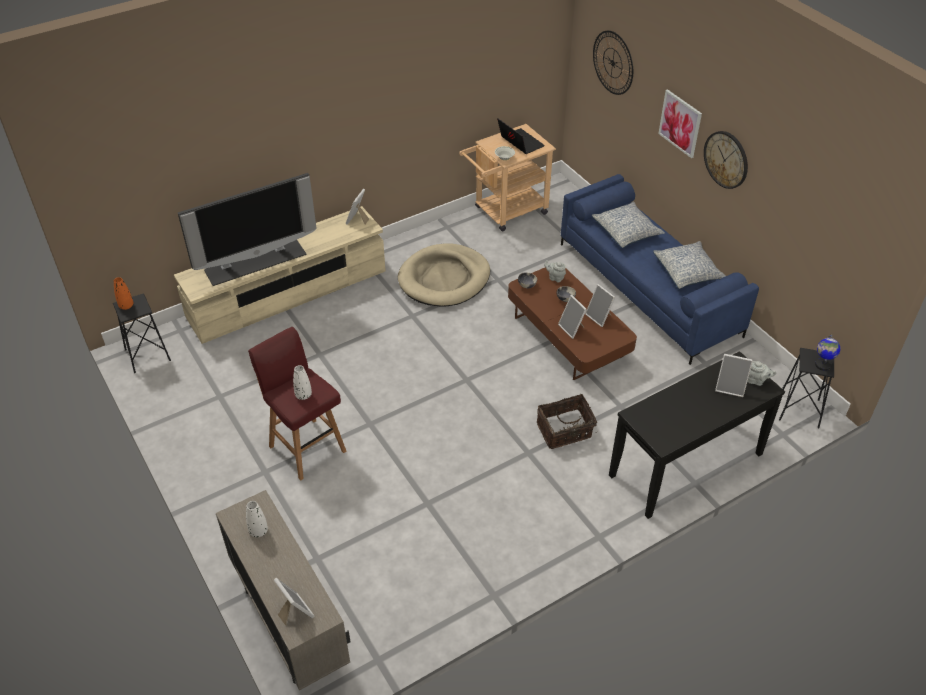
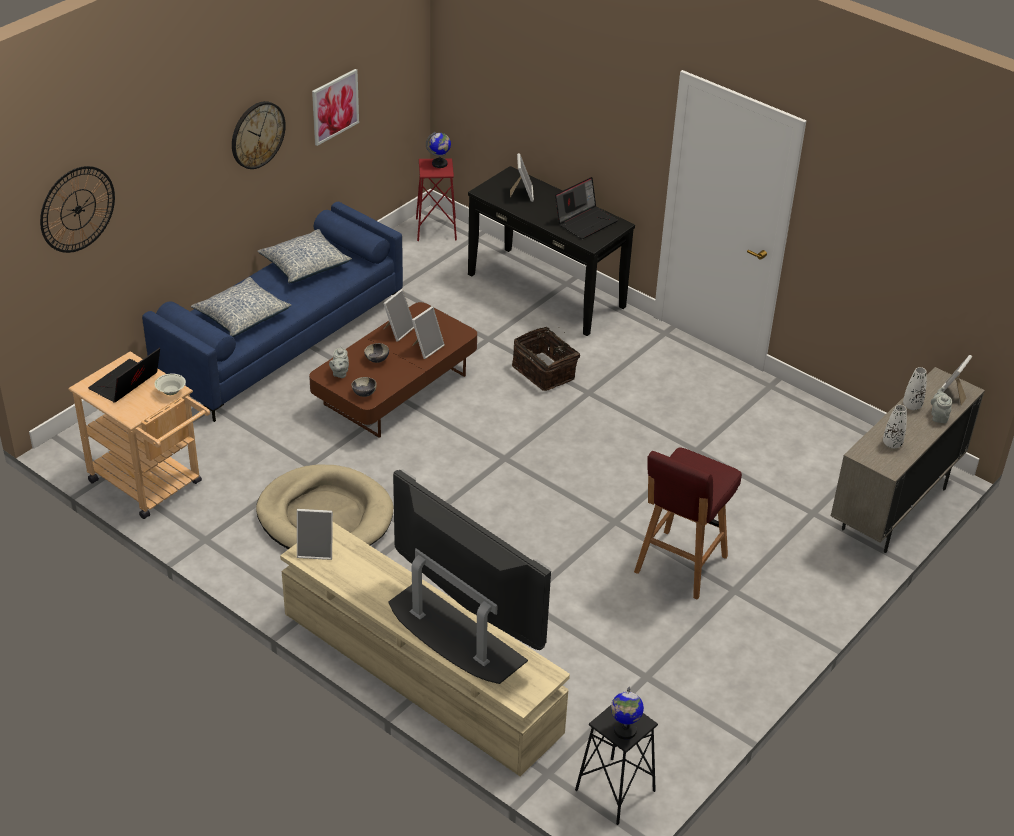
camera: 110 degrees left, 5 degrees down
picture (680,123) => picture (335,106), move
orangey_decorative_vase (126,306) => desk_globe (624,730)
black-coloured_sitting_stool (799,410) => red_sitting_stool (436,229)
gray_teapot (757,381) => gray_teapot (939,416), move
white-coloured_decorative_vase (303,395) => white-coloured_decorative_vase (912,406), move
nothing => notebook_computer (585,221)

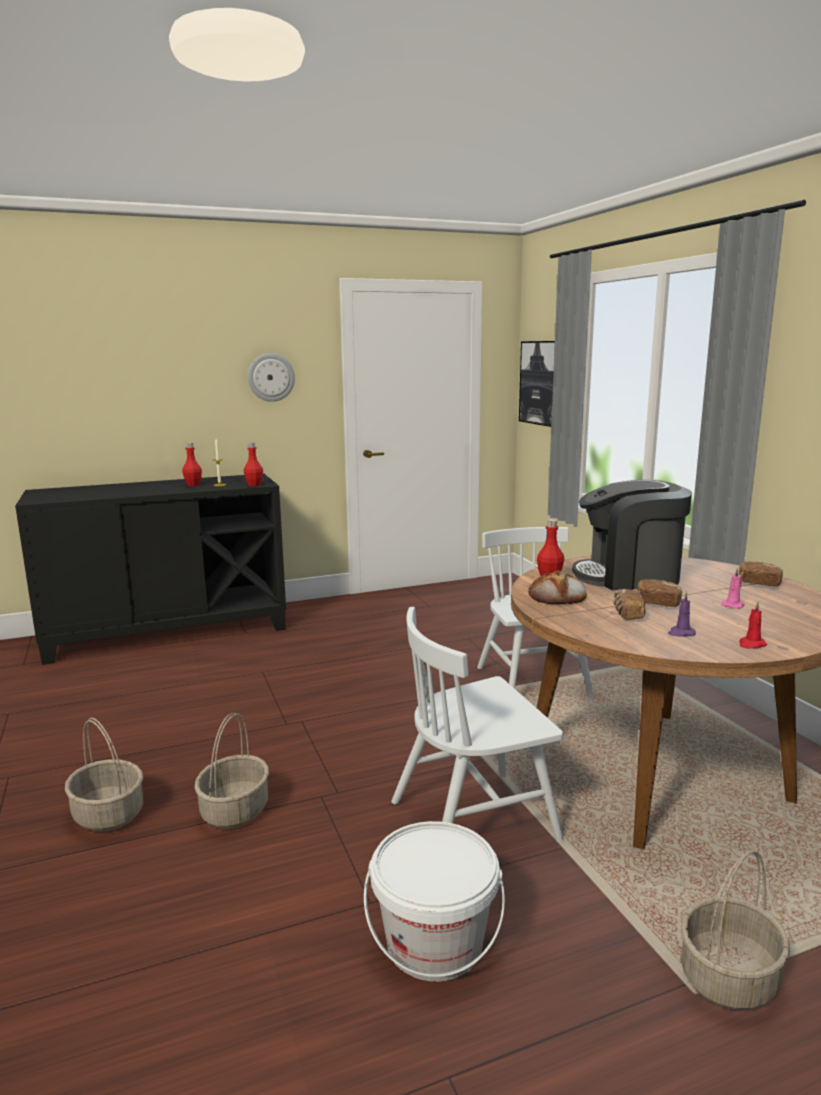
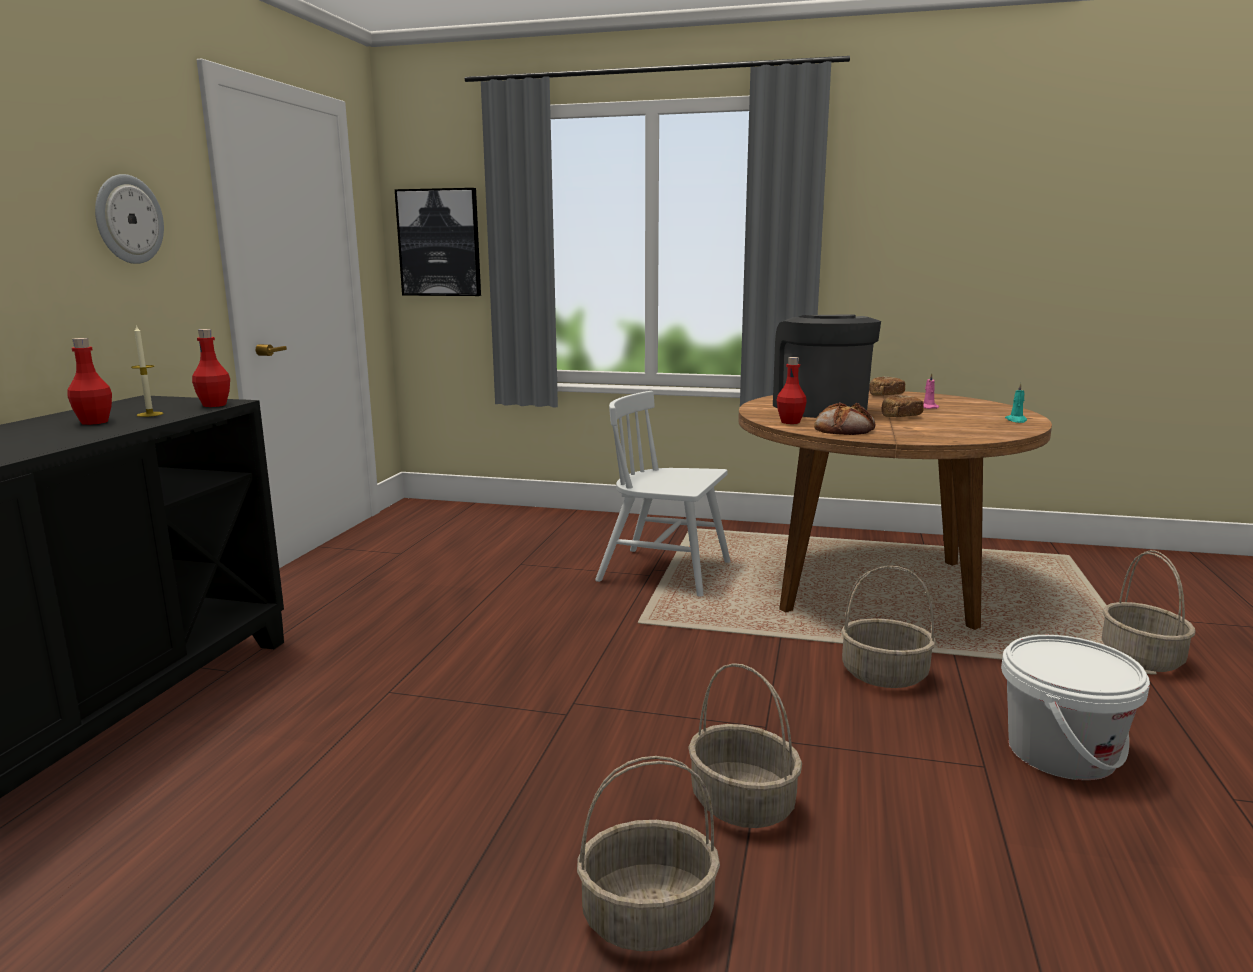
camera: 55 degrees left, 0 degrees up
coffee_brewer (629,576) => coffee_brewer (820,409), 135 degrees clockwise
bakery_bread (627,614) => nothing
purplish_wax_light (681,633) => nothing
red_wax_light (751,644) => turquoise-coloured_wax_light (1016,420)
white-coloured_chair (474,820) => storage_basket (883,675)

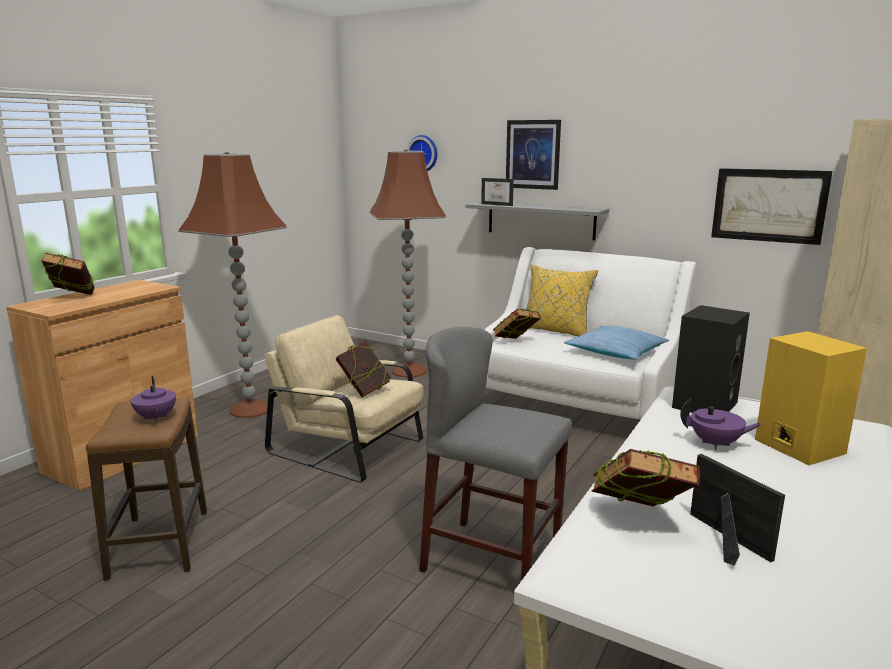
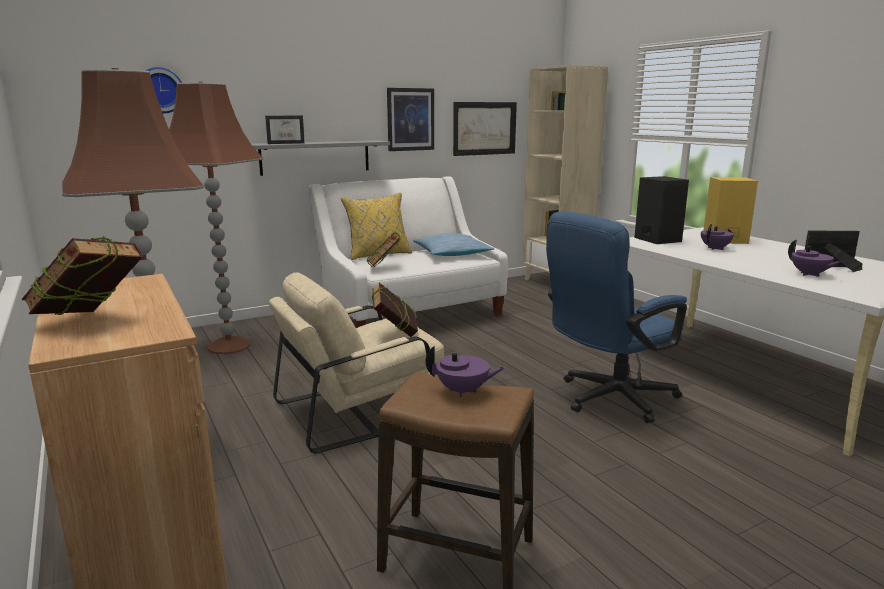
camera: 60 degrees left, 0 degrees up
picture (533,154) => picture (410,119), move
gray_sitting_stool (491,561) => blue_office_chair (608,399)
volume (638,520) => purplish_teapot (809,274)

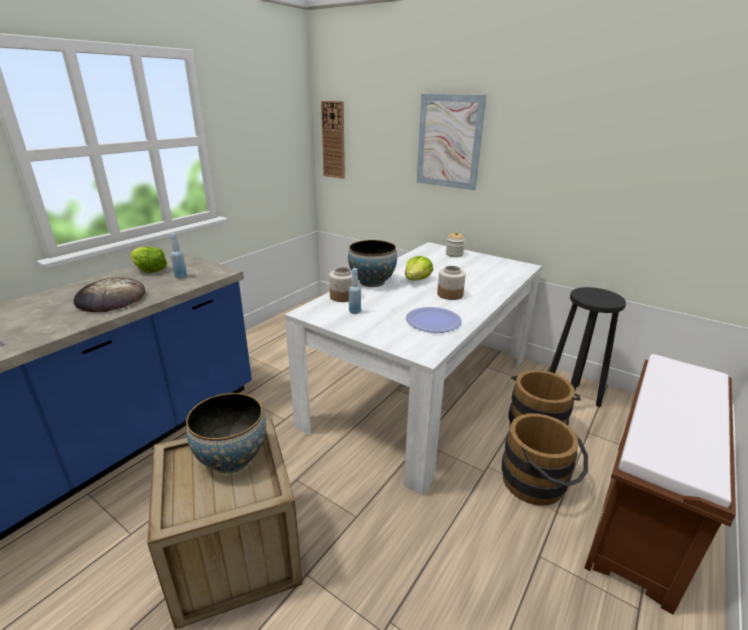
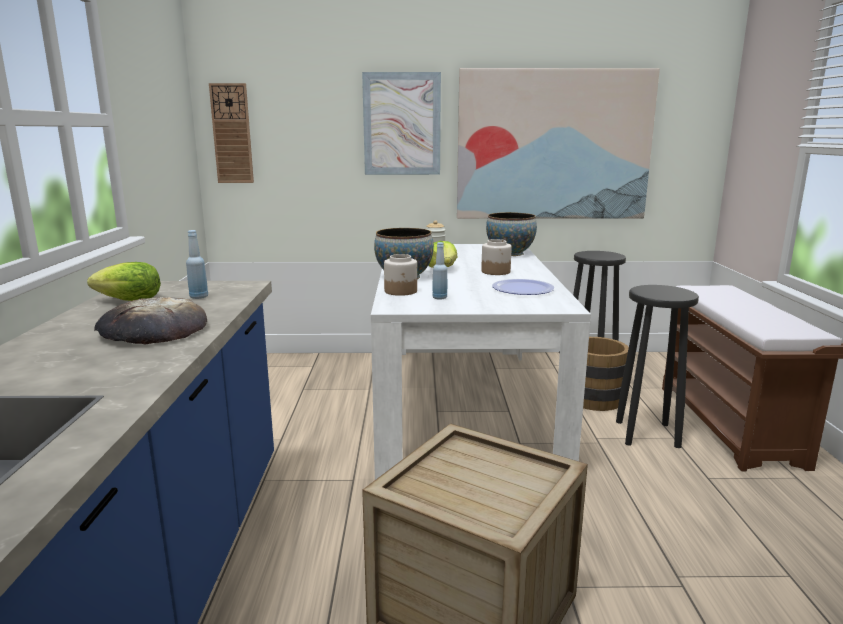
camera: 35 degrees left, 10 degrees down
serving_bowl (232,459) => serving_bowl (510,253), move
brown-coloured_pail (538,485) => black-coloured_sitting_stool (647,434)
nothing => picture (553,145)

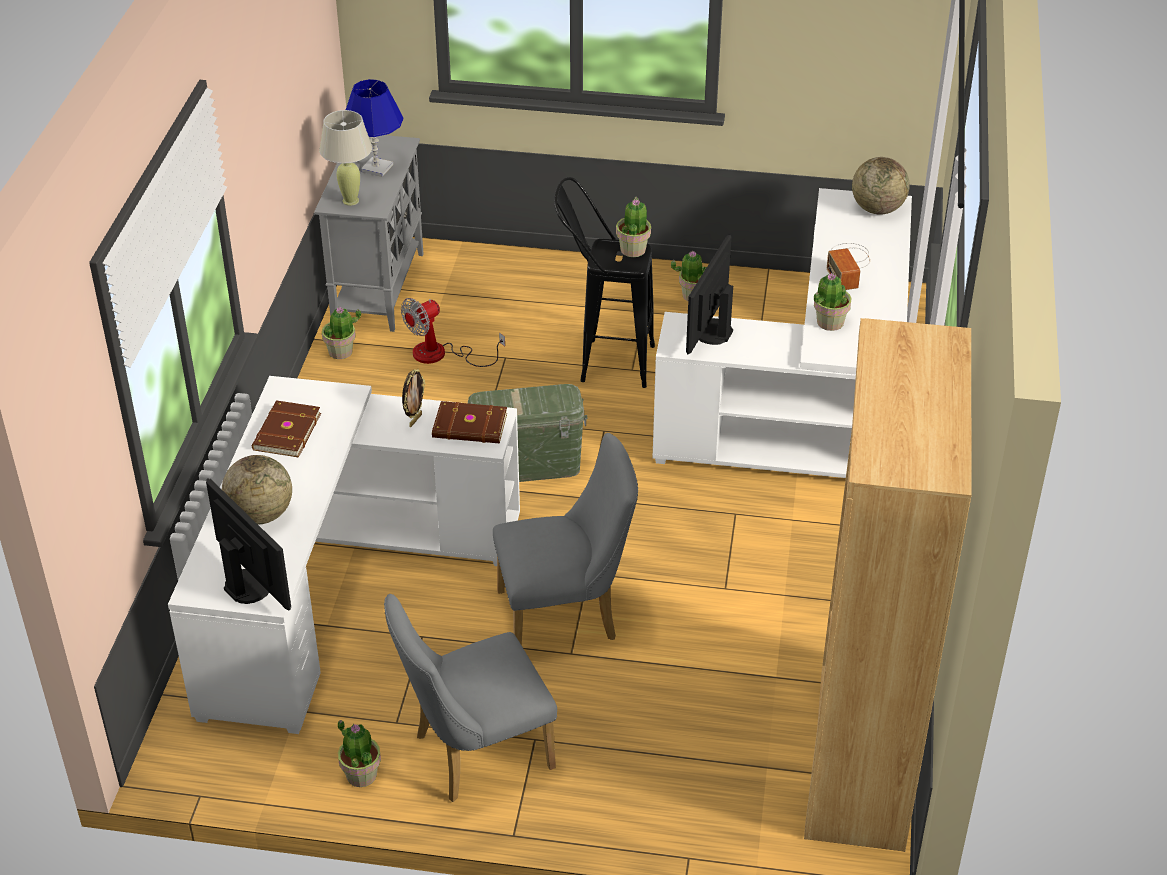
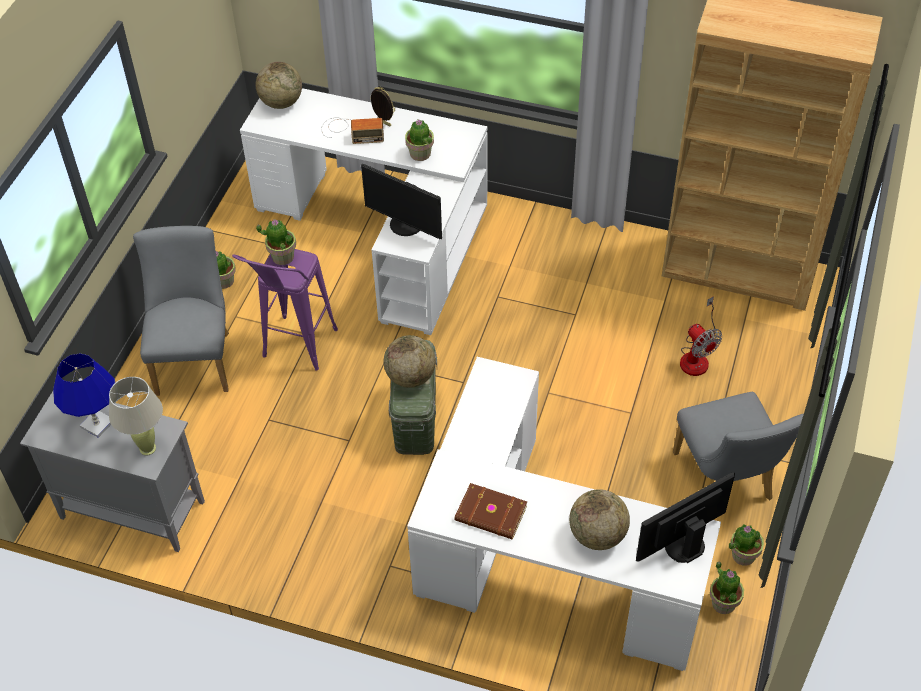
camera: 80 degrees left, 10 degrees up
black-coloured_sitting_stool (603,362) => purplish_sitting_stool (295,352)
fan (441,355) => fan (696,356), move
houseplant (341,351) => houseplant (723,603), move
picture_frame (415,420) => picture_frame (383,123), move
brown-coloured_volume (470,427) => nothing
gray_chair (566,615) => gray_chair (195,358), move
nothing => desk_globe (410,377)

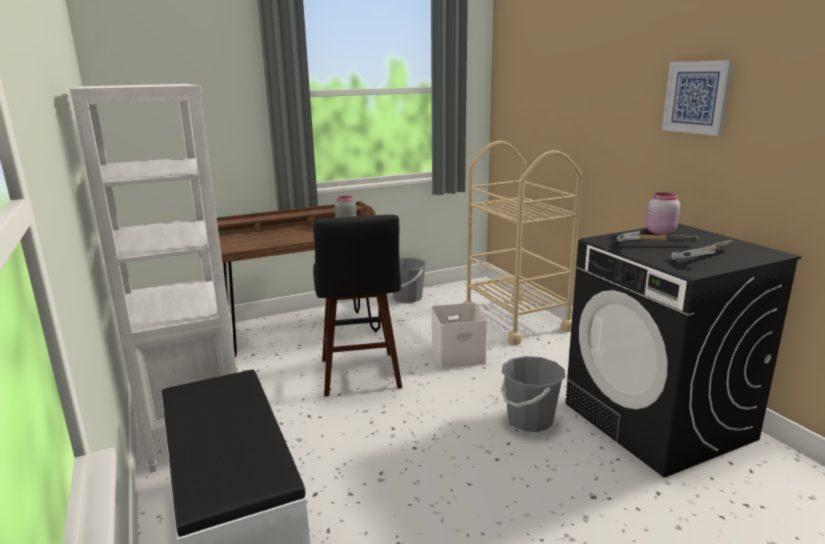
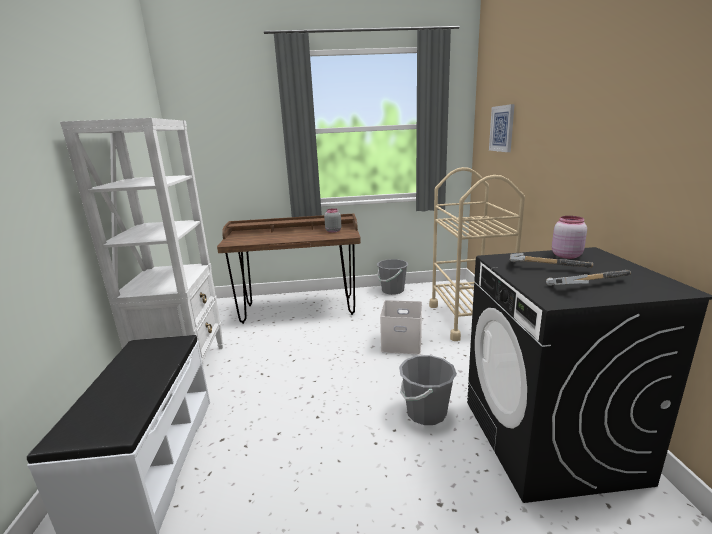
camera: 20 degrees right, 0 degrees up
picture (697,97) => picture (502,128), move
black-coloured_sitting_stool (360,376) => nothing

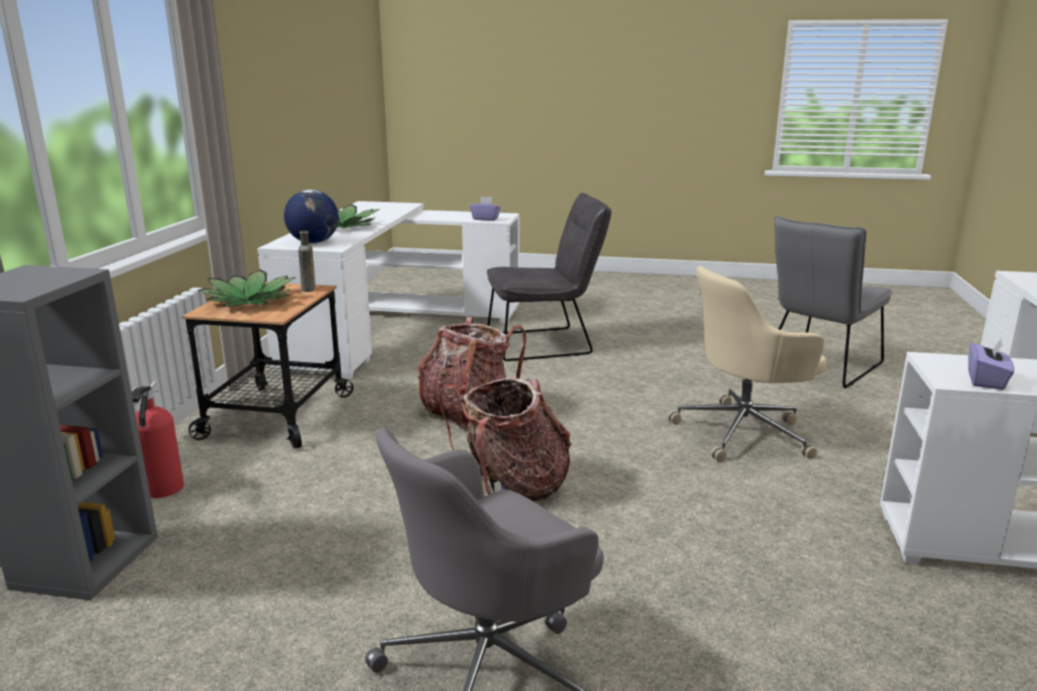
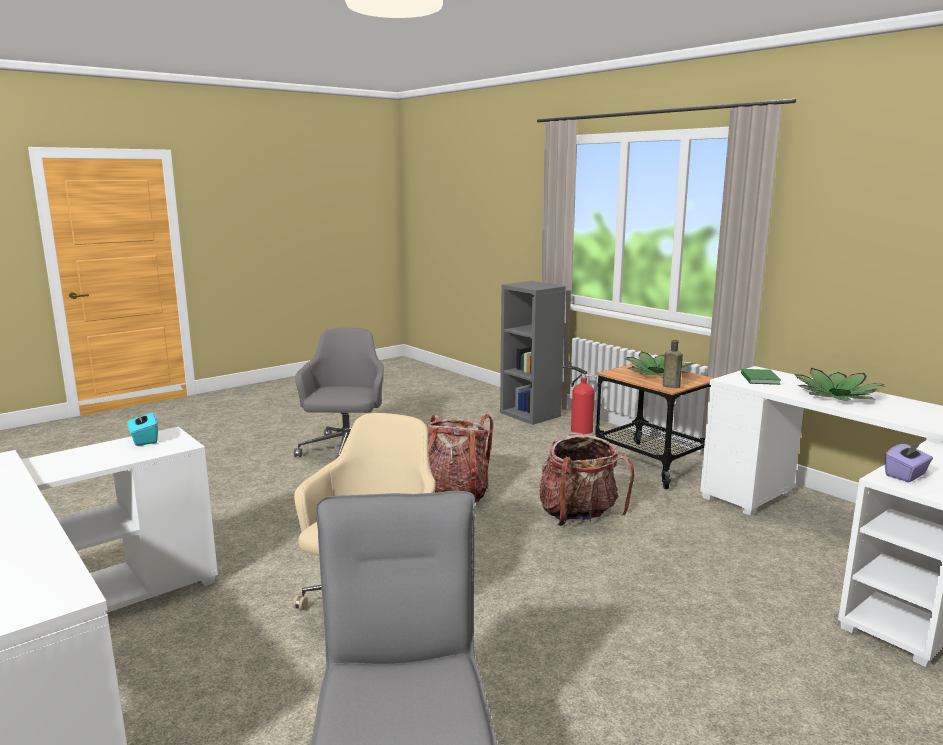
camera: 130 degrees right, 5 degrees down
desk_globe (313,242) => greenish_volume (760,378)
gray_chair (546,343) => nothing
purplish_box_of_tissues (986,380) => turquoise-coloured_box_of_tissues (144,440)

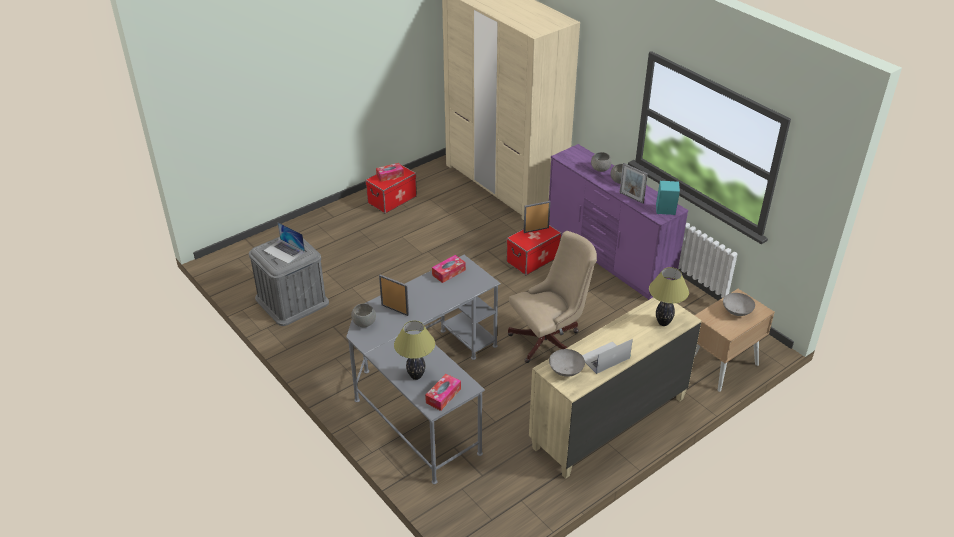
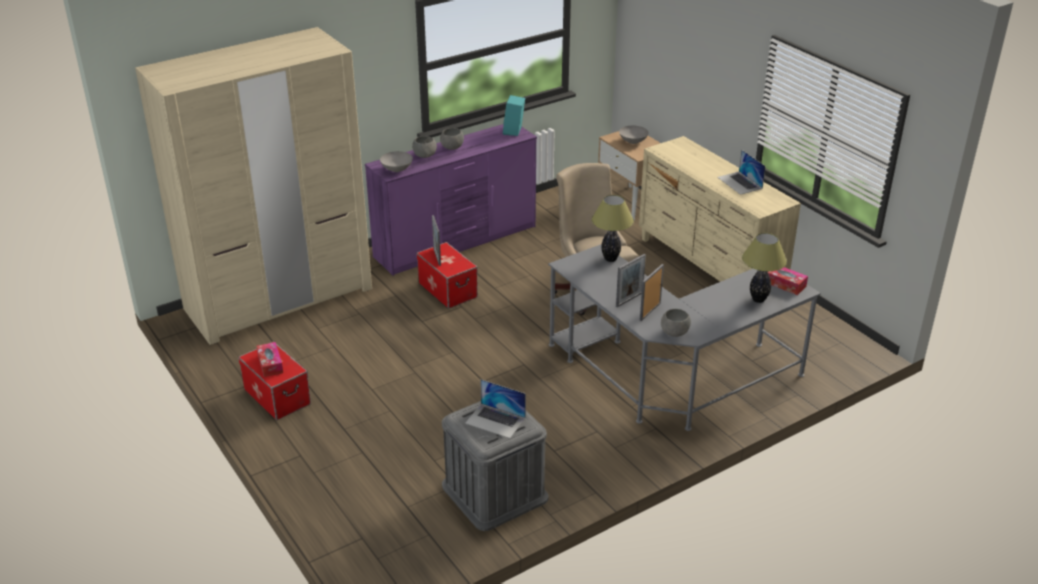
camera: 85 degrees left, 5 degrees down
picture_frame (631,197) => picture_frame (629,299), move
notebook_computer (284,251) => notebook_computer (495,420), 75 degrees clockwise
box_of_tissues (448,272) => nothing
lamp_for_a_table (663,323) => lamp_for_a_table (610,259), move
gray_serving_bowl (565,370) => gray_serving_bowl (396,170), move

